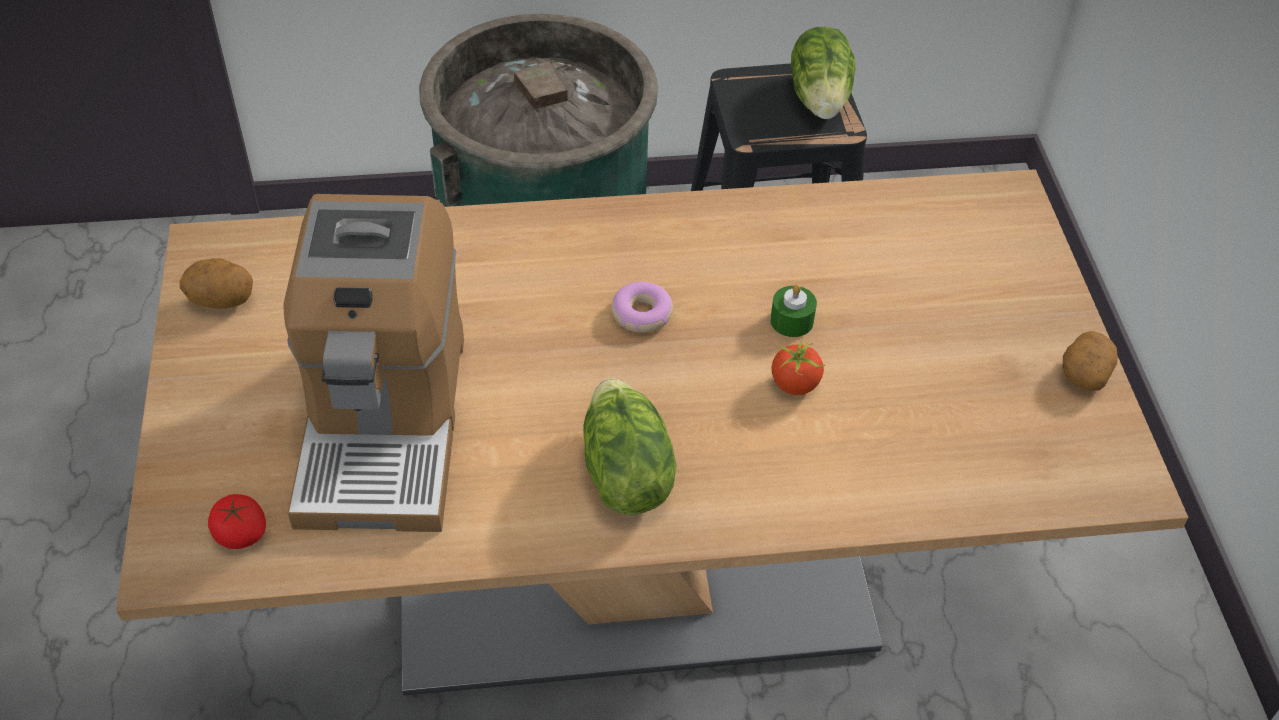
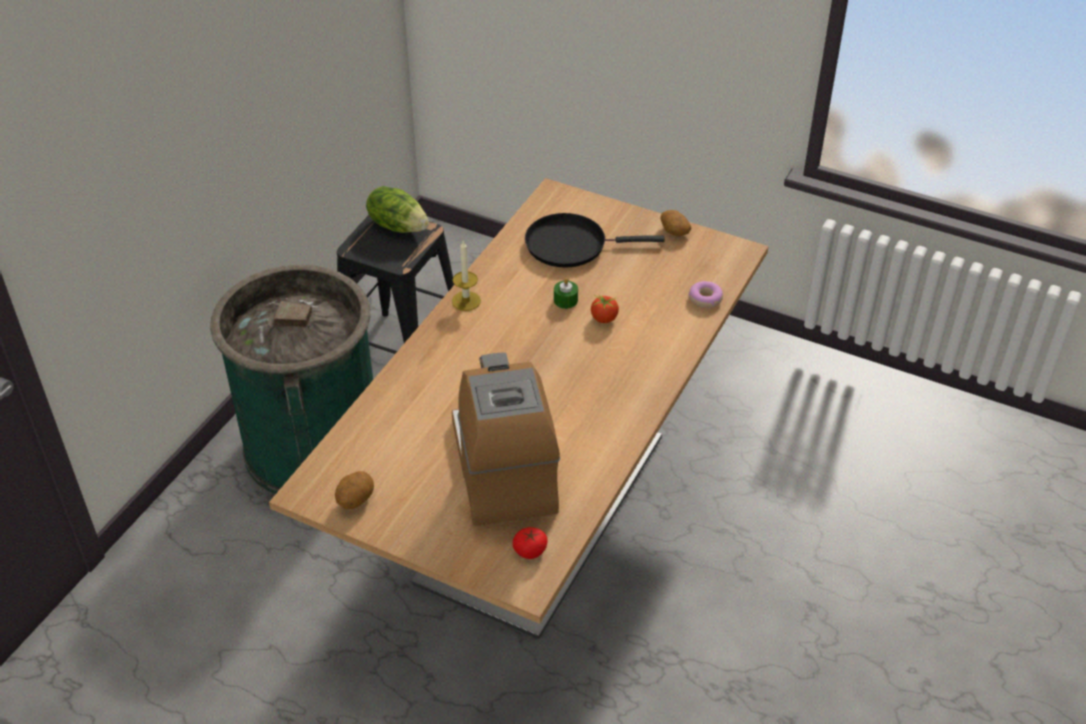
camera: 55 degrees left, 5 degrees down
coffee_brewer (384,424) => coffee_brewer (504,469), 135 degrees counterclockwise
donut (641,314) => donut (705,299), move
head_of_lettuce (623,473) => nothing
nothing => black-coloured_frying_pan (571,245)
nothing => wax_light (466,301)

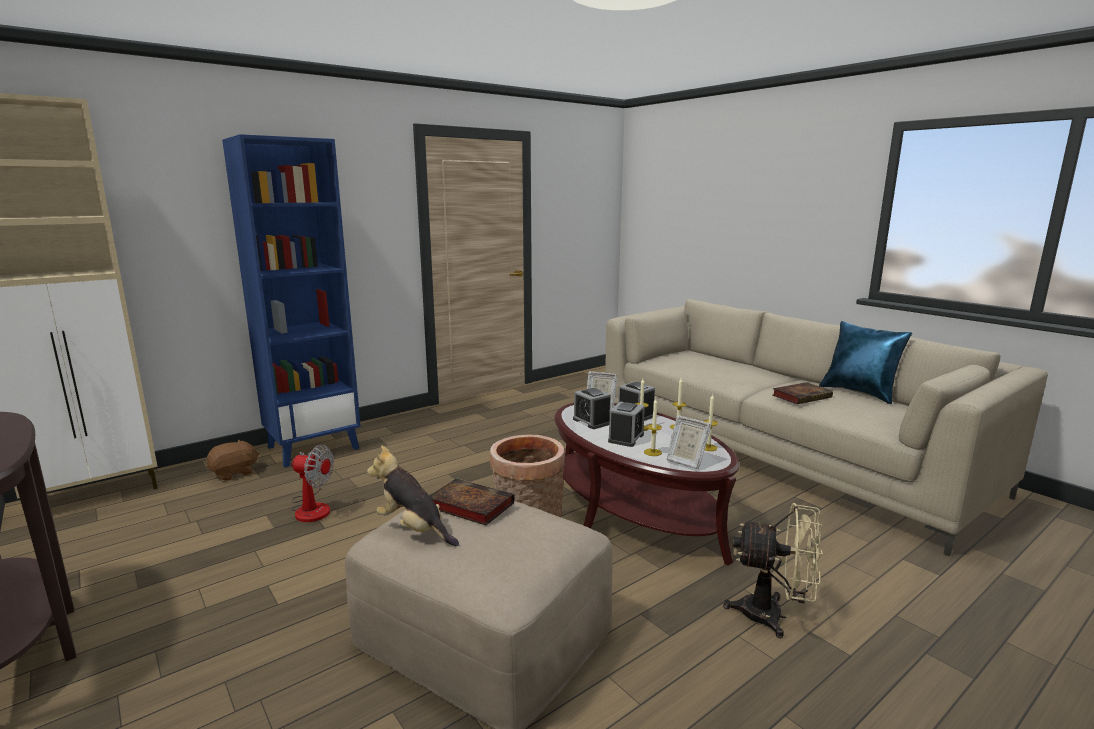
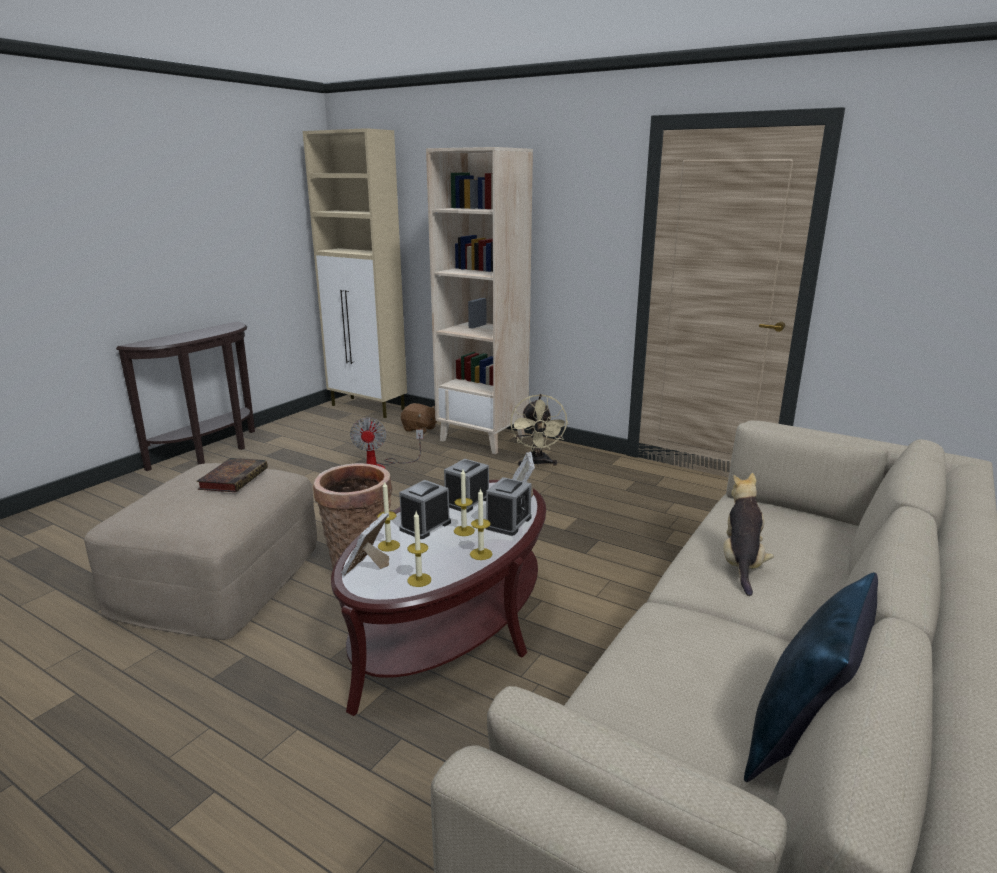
camera: 70 degrees right, 5 degrees up
blue_shelving_unit (313,447) => sand-coloured_shelving_unit (483,438)
volume (802,396) => nothing
table_clock (626,438) => table_clock (425,526), 120 degrees clockwise
soft_toy (414,529) => soft_toy (741,563), move
sand-coloured_fan (773,616) => sand-coloured_fan (537,464), move

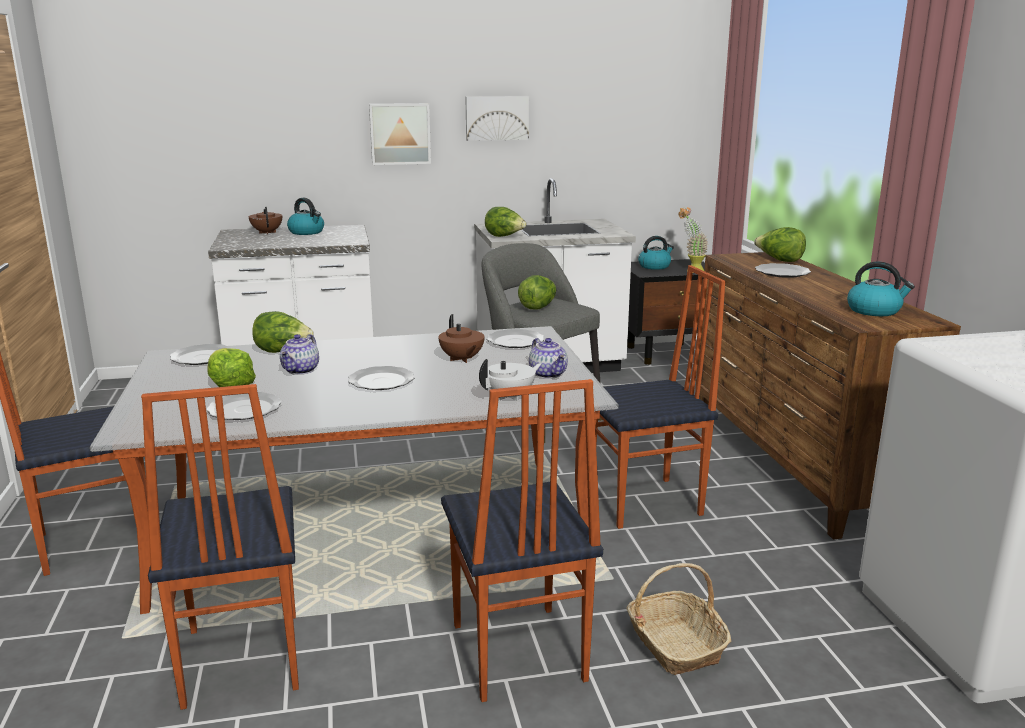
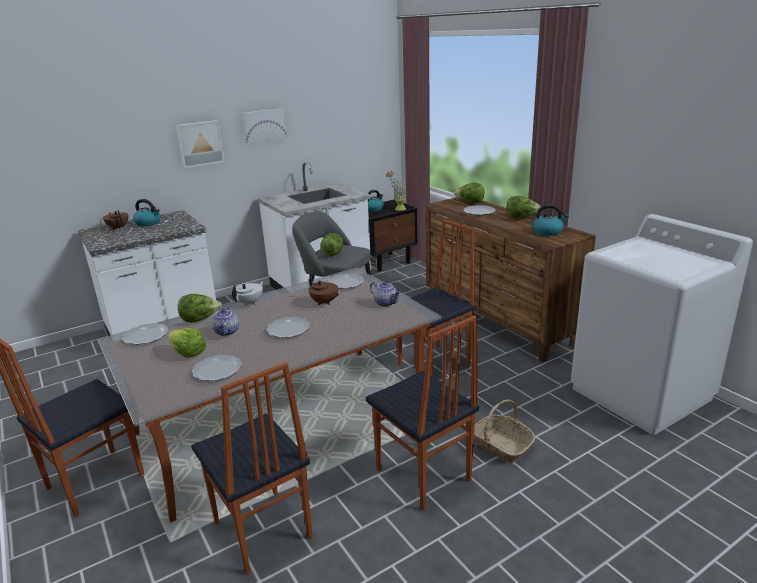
camera: 20 degrees left, 5 degrees up
head_of_lettuce (504,236) => head_of_lettuce (521,218), move
white-coloured_teapot (510,396) => white-coloured_teapot (250,303), move

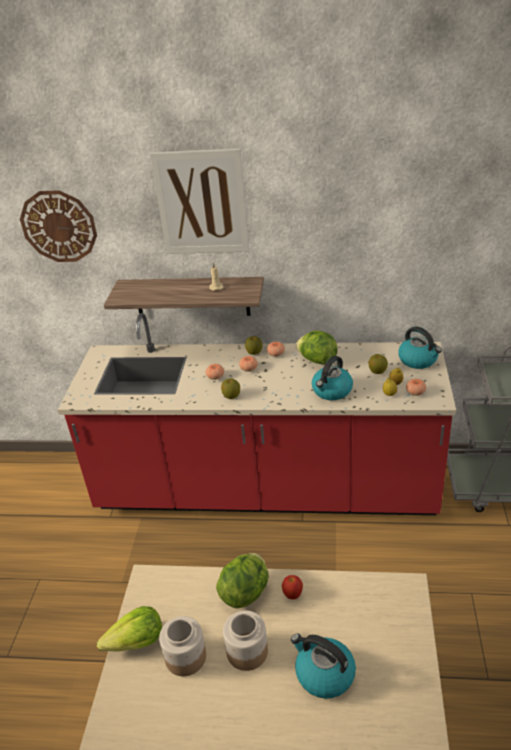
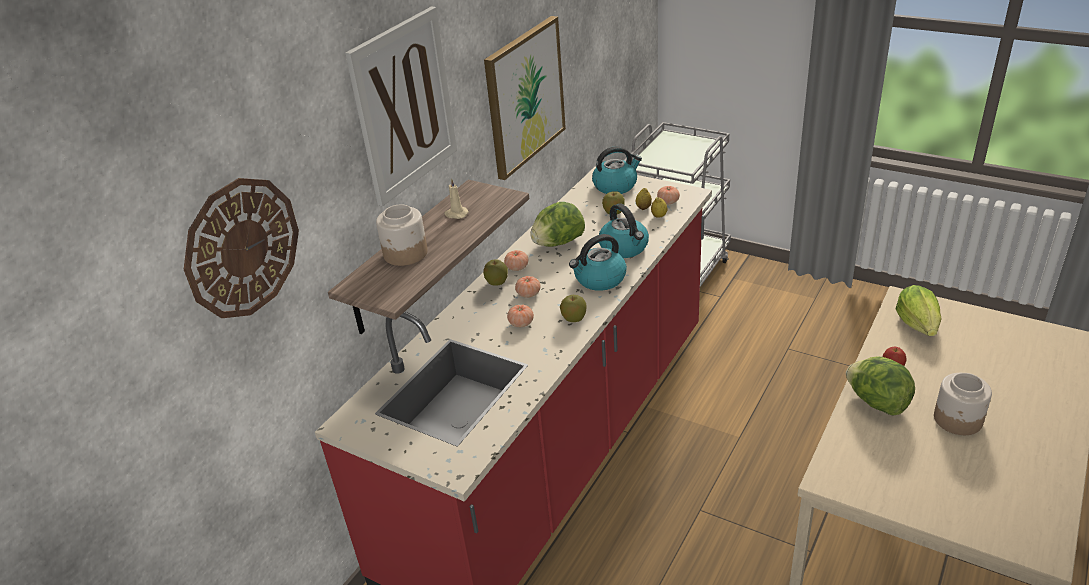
camera: 65 degrees left, 0 degrees up
head_of_lettuce (136,642) => head_of_lettuce (918,324), move
jar (185,657) => jar (405,254), move
water_kettle (324,674) => water_kettle (599,279), move
nothing => picture (524,96)

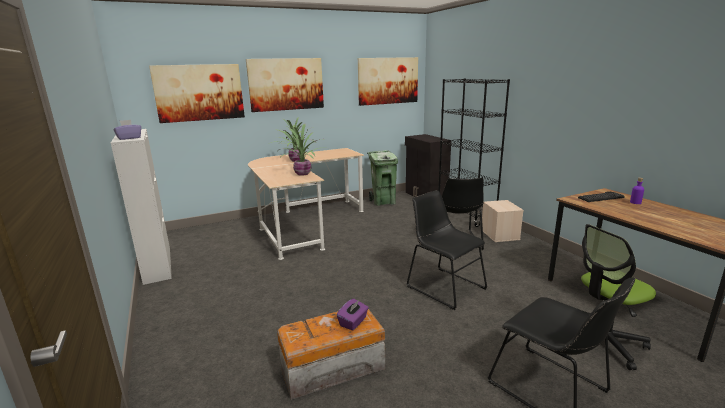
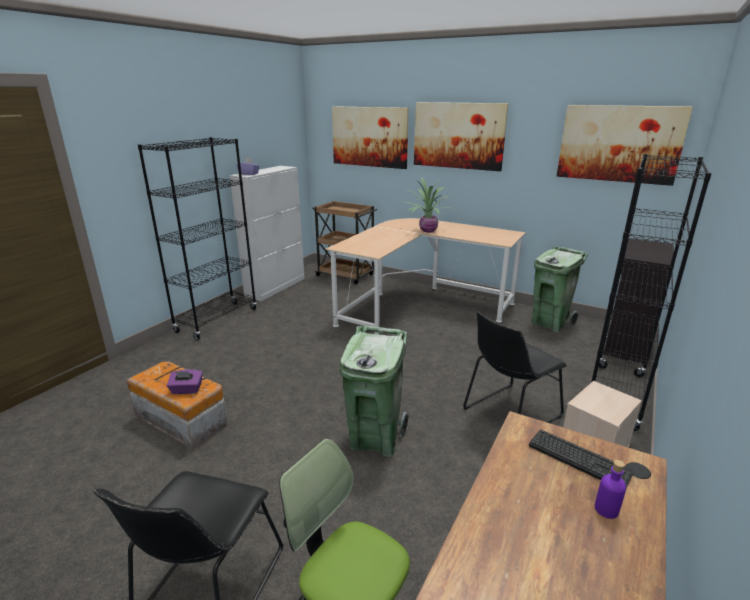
camera: 55 degrees right, 5 degrees up
houseplant (304,174) => nothing
black-coloured_chair (443,286) => greenish_rubbish_bin (375,439)
nothing => black-coloured_shelving_unit (217,320)
nothing => brown-coloured_trolley (346,275)

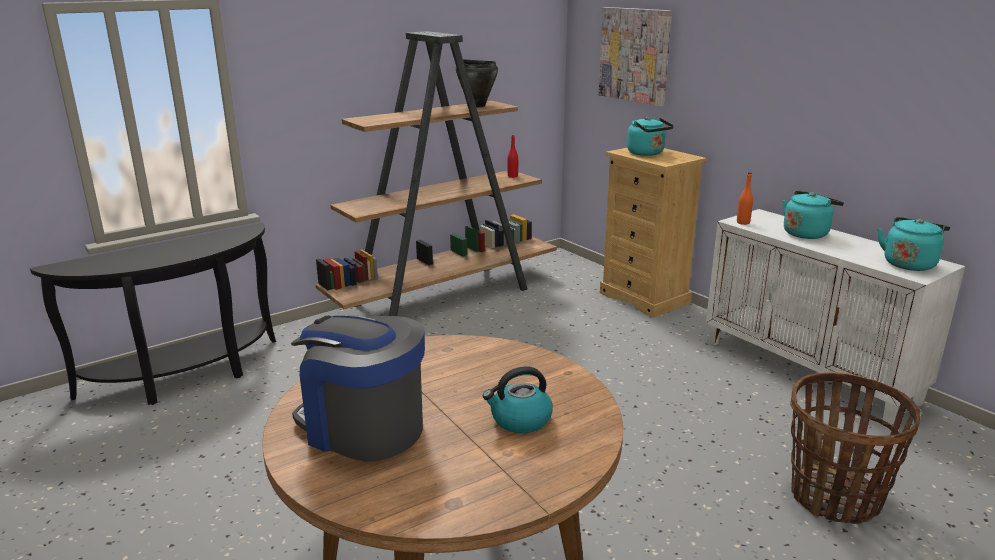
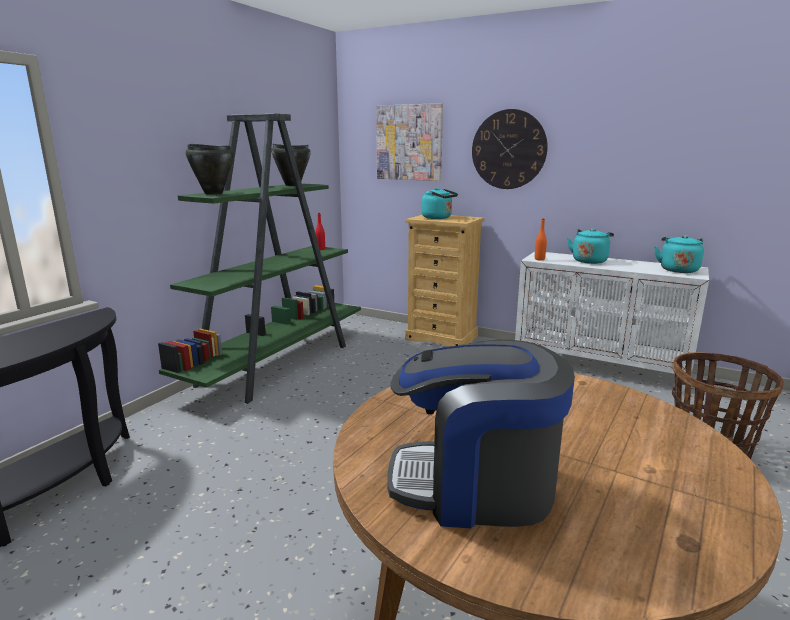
camera: 25 degrees left, 5 degrees down
brown-coloured_shelving_unit (444,297) => greenish_shelving_unit (277,364)
water_kettle (520,420) => nothing
nothing => wall_clock (508,149)
nothing => black-coloured_cooking_pot (213,193)

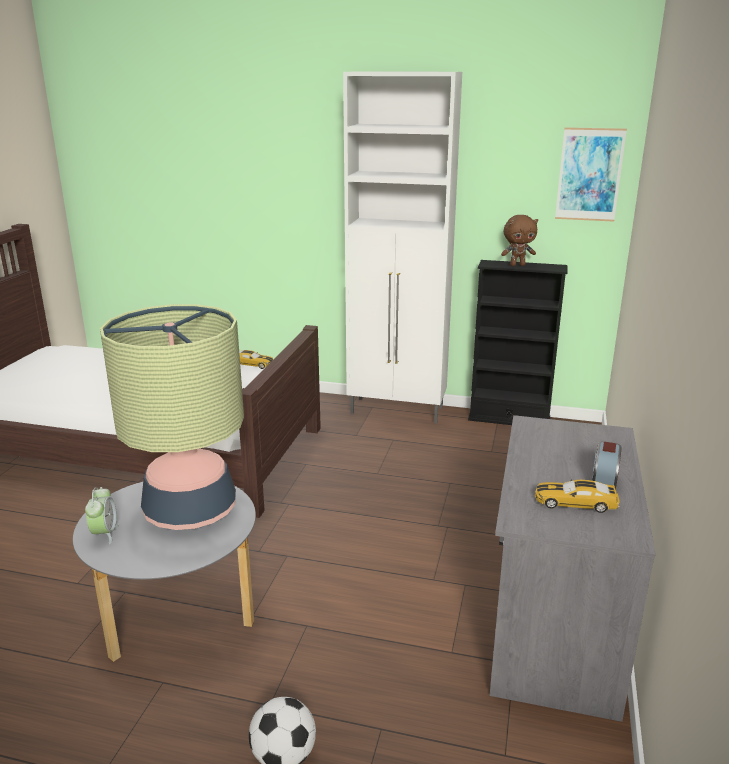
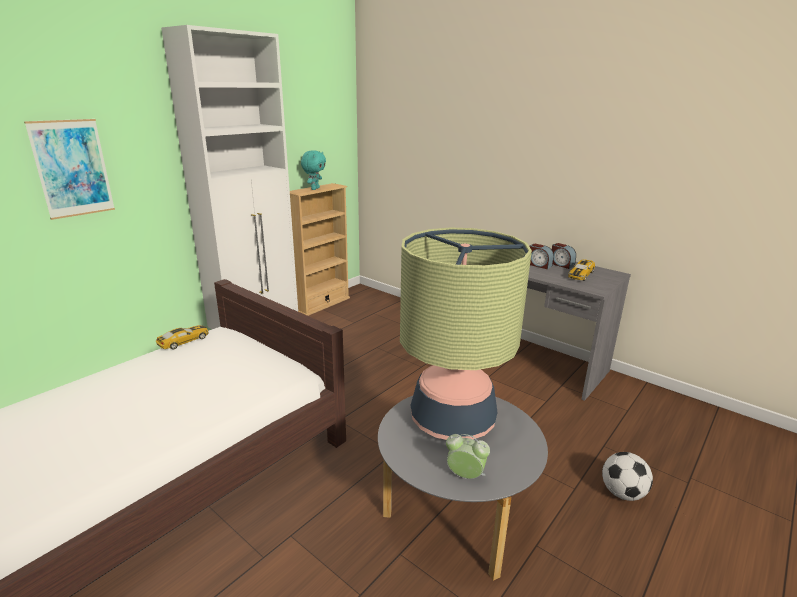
camera: 65 degrees left, 0 degrees up
picture (589,174) => picture (72,168), move
brown-coloured_soft_toy (517,265) => turquoise-coloured_soft_toy (314,189)
black-coloured_shelving_unit (509,419) => sand-coloured_shelving_unit (322,304)
nothing => table_clock (539,265)

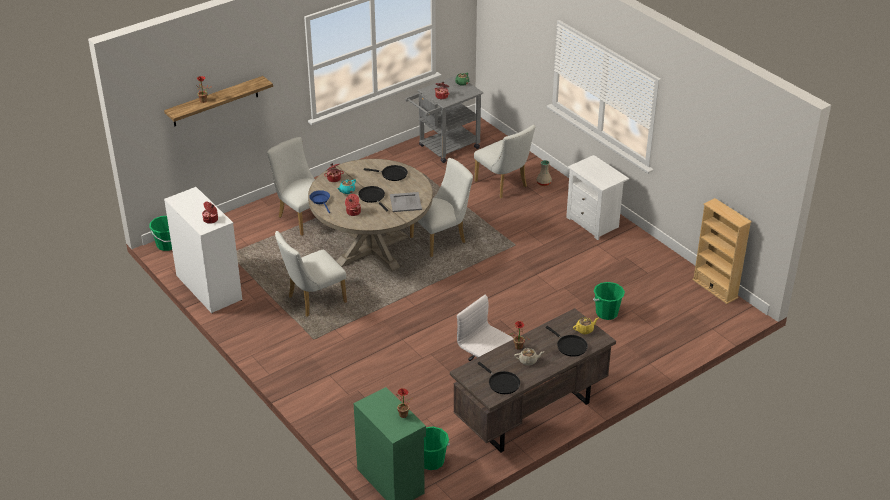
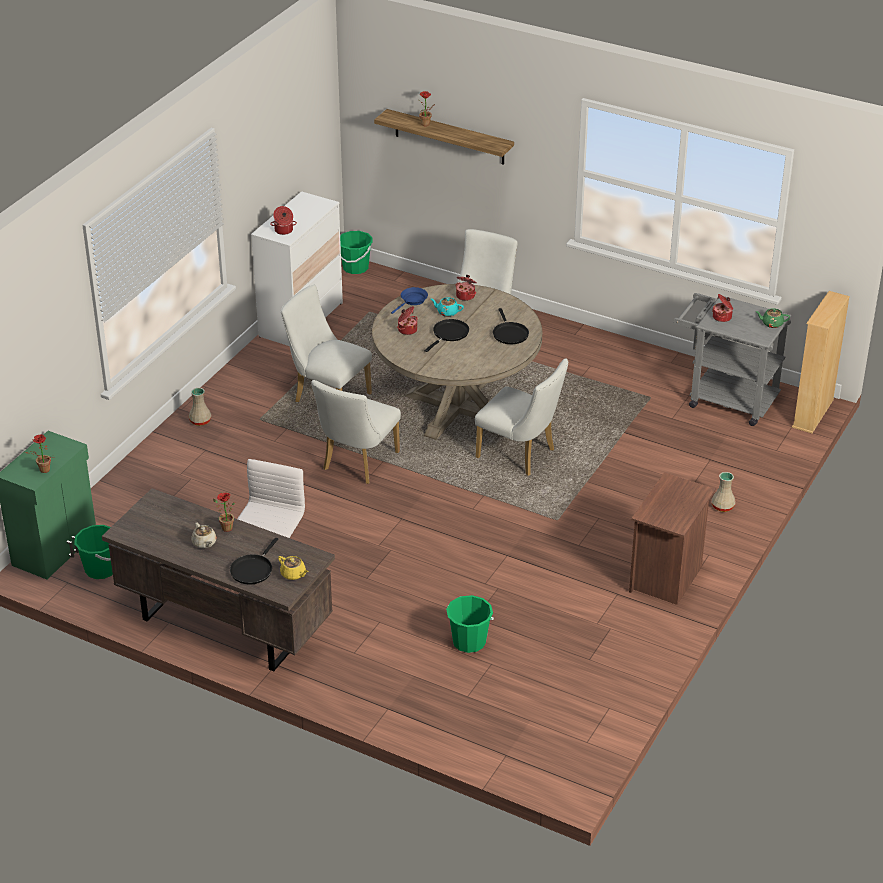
camera: 65 degrees right, 0 degrees up
white-coloured_chair (503,185) => white-coloured_chair (357,464), move
white-coloured_night_table (594,223) => brown-coloured_night_table (667,578)
gray_carrying_tray (405,202) => nothing
sand-coloured_shelving_unit (715,288) => sand-coloured_shelving_unit (813,414), move
black-coloured_frying_pan (502,383) => nothing
nothing => sand-coloured_decorative_vase (200,421)

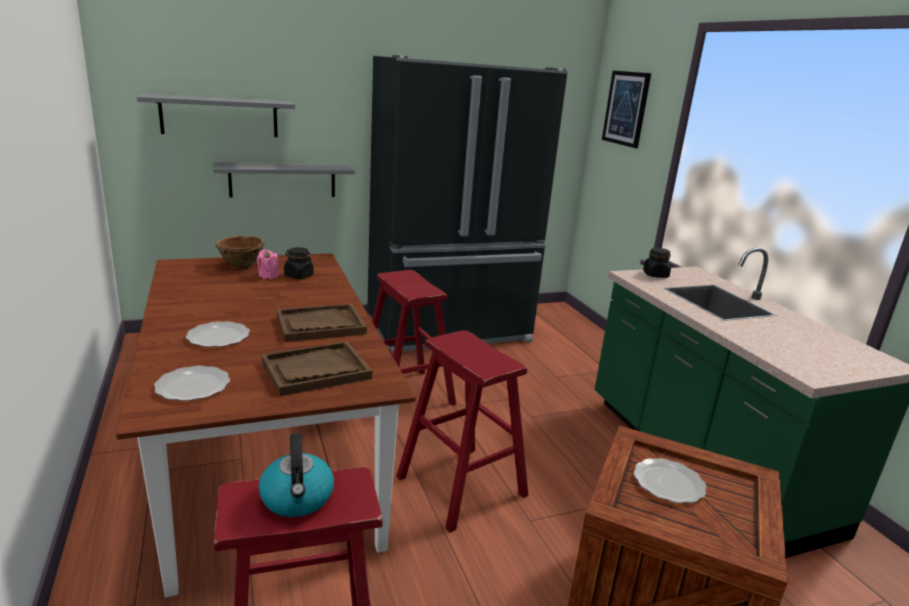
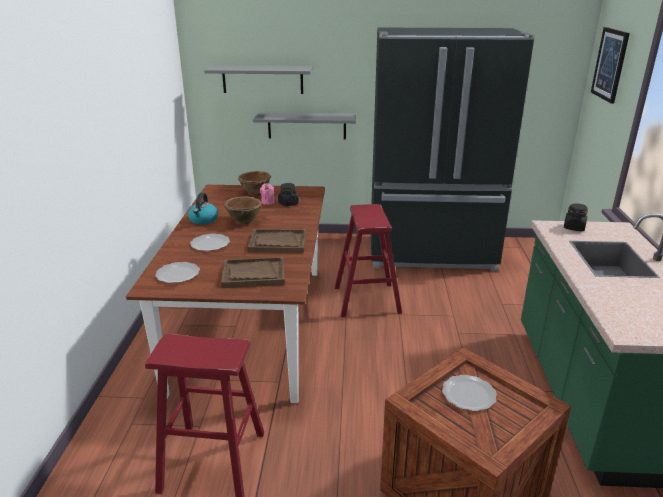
camera: 25 degrees right, 5 degrees up
red_sitting_stool (461,486) => nothing
water_kettle (297,499) => water_kettle (203,220), move
nothing => brown-coloured_serving_bowl (244,221)

